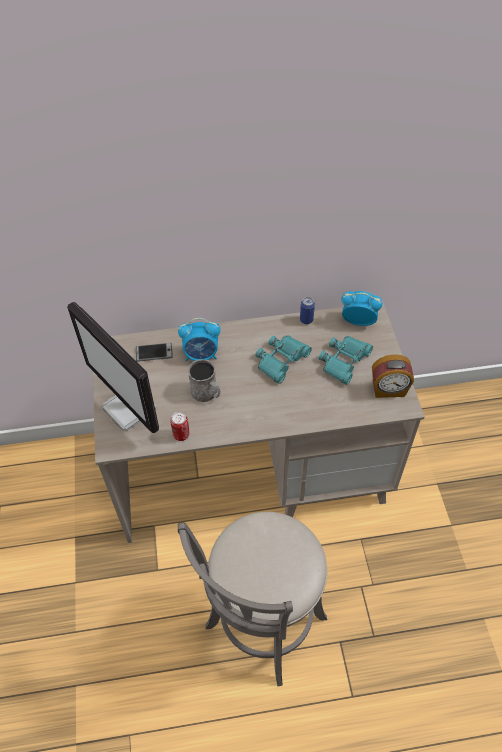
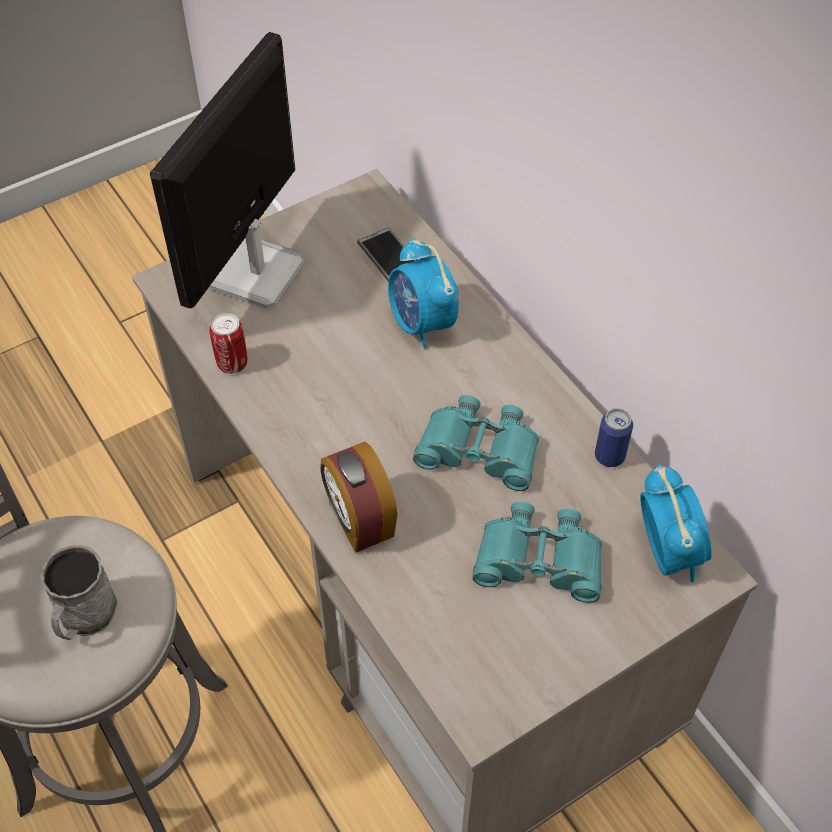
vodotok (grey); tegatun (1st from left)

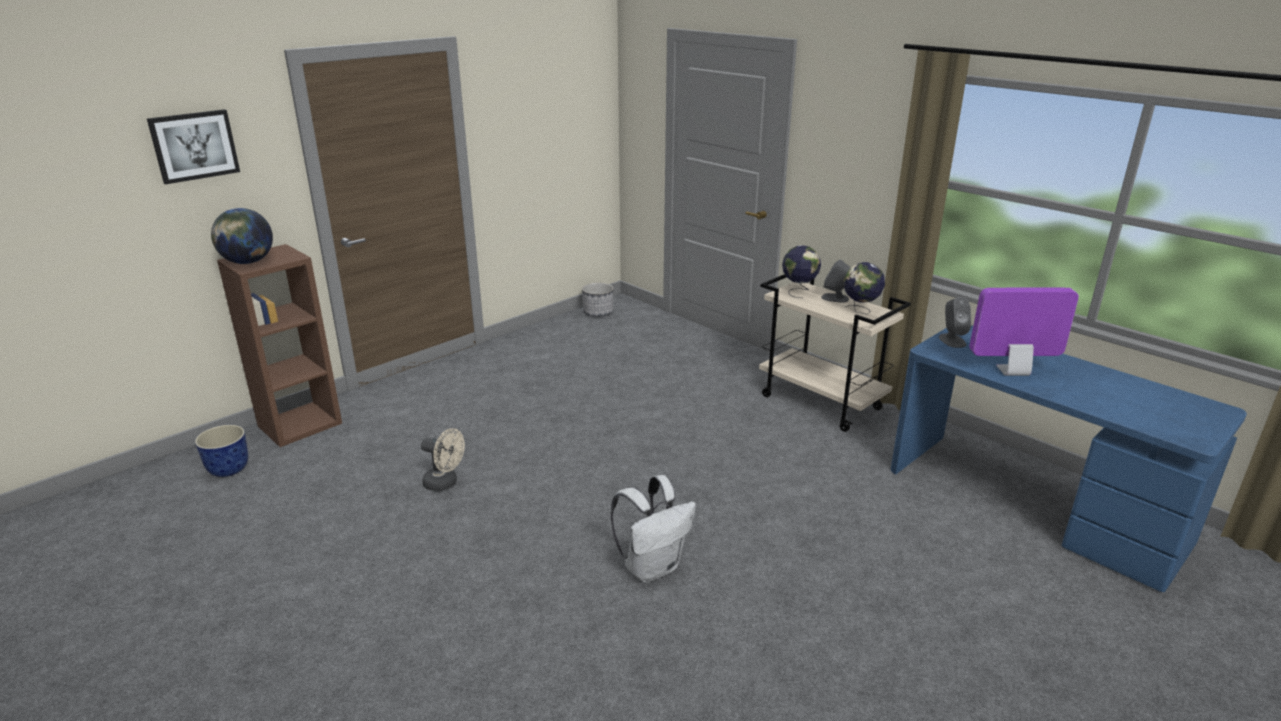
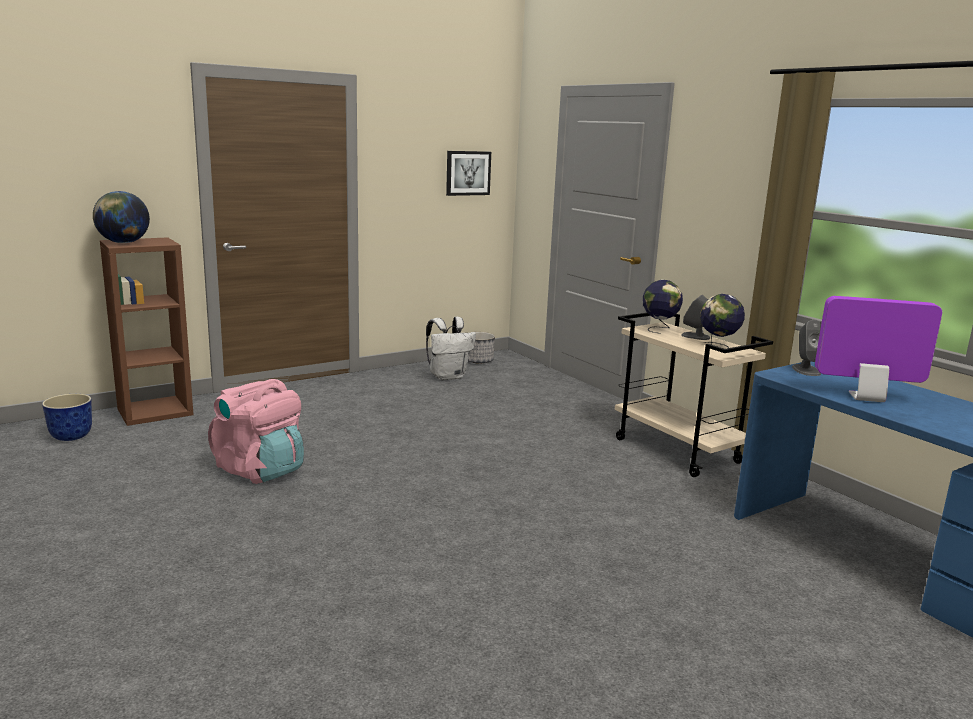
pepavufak; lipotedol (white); lipotedol (pink)

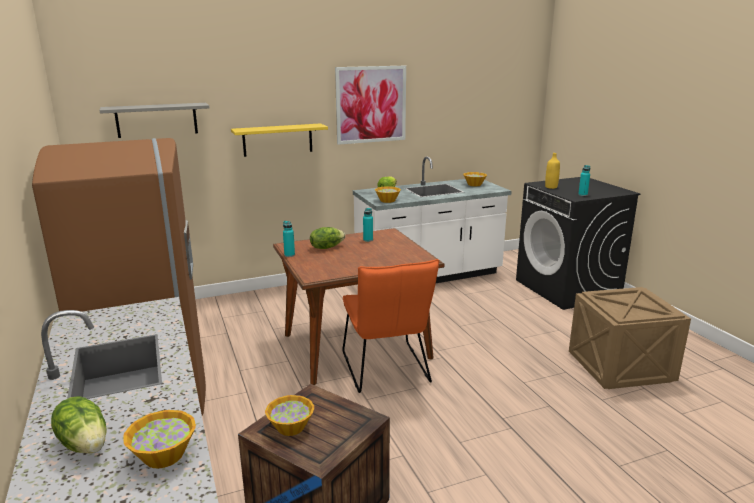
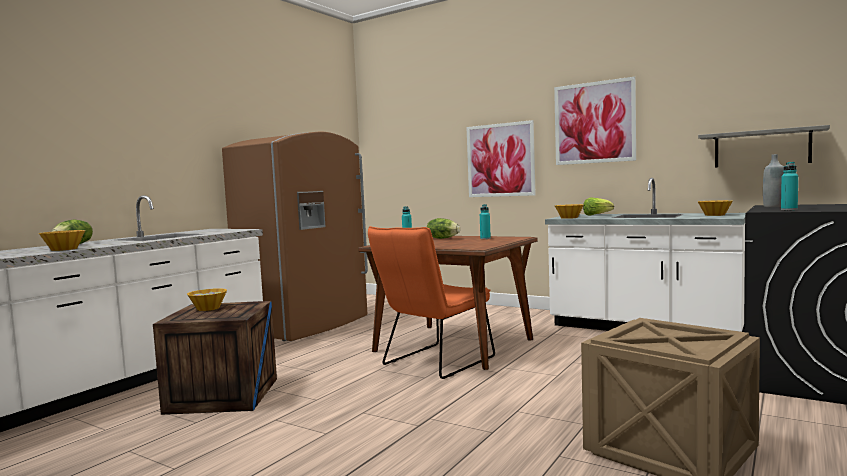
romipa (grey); pepavufak (1st from left); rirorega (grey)

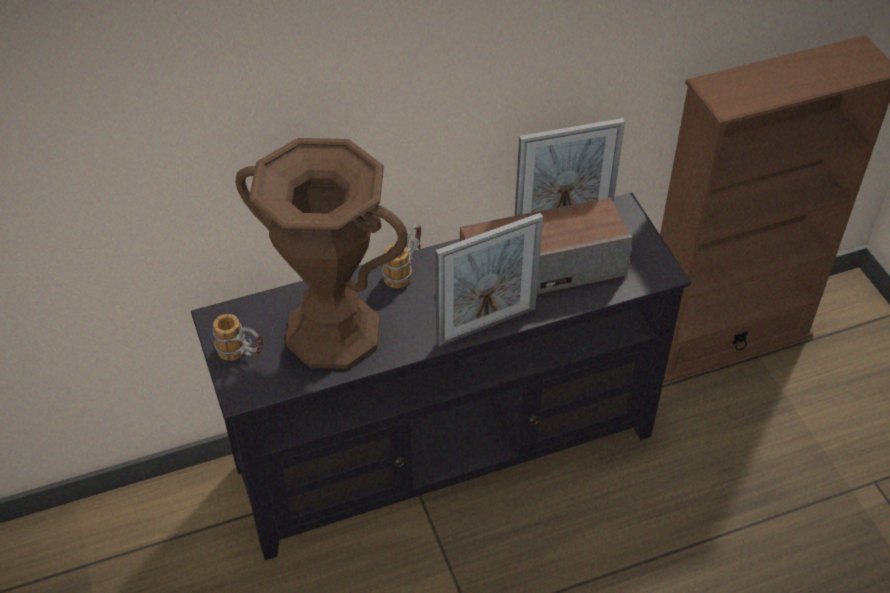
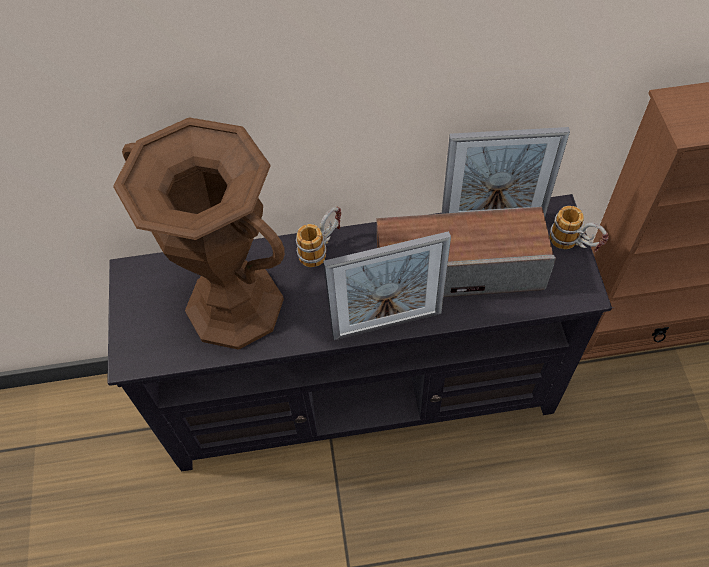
vodotok (2nd from left)

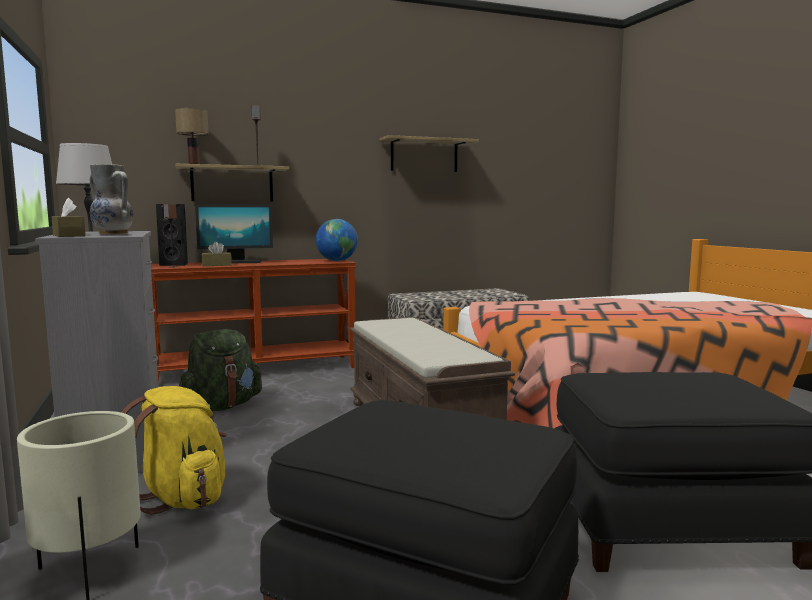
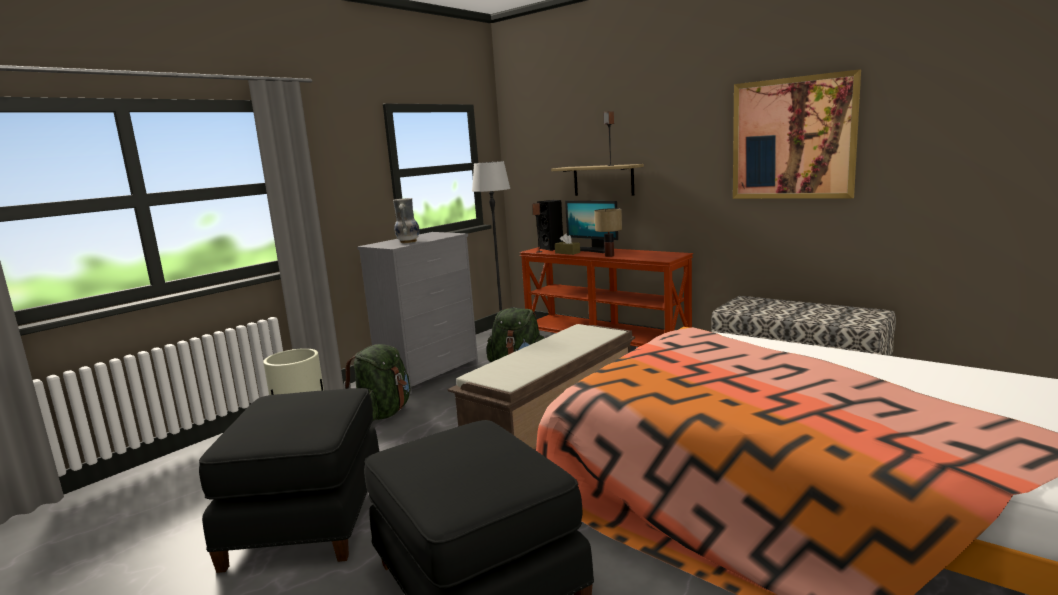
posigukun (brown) (1st from left in the first image); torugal; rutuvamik; pepavufak; lipotedol (green) (1st from left)

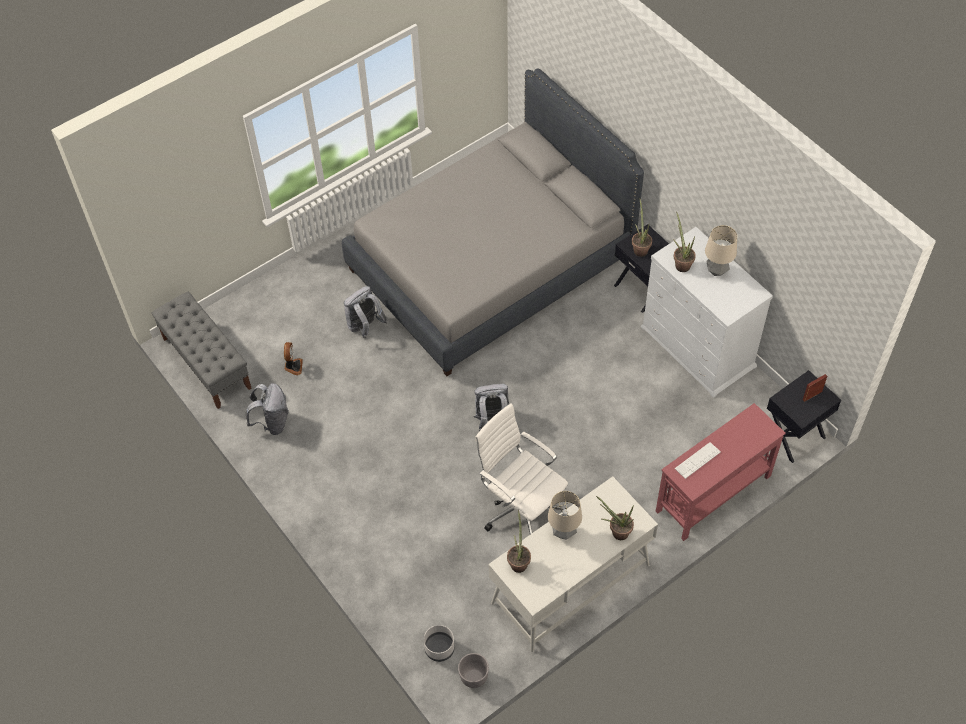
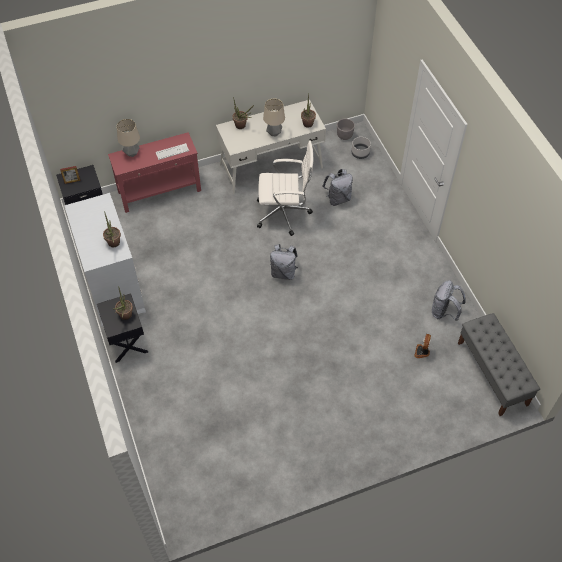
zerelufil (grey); lipotedol (grey) (2nd from left); rutuvamik (1st from left); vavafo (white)

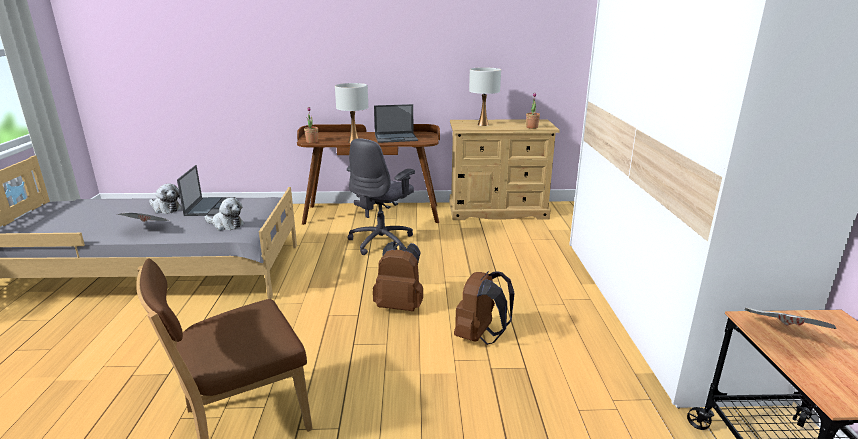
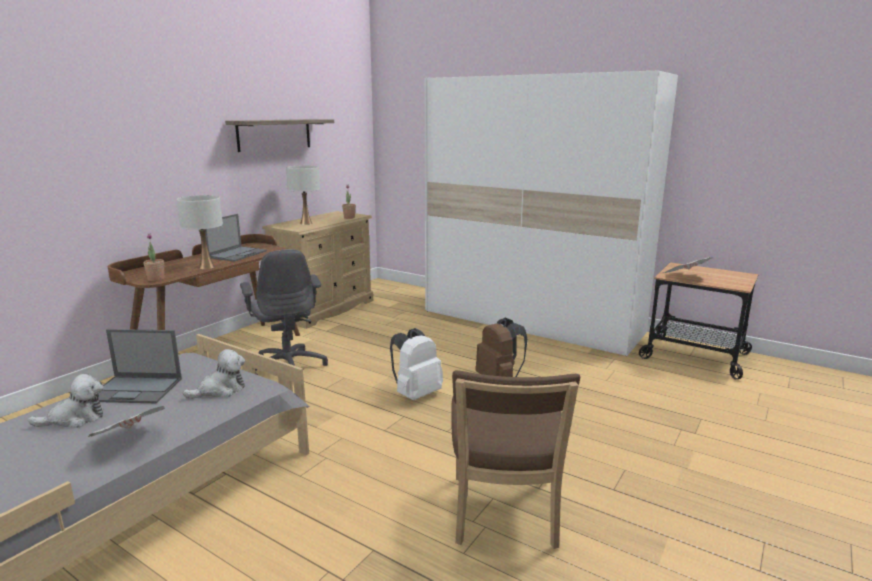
romipa; lipotedol (white); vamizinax (1st from left)

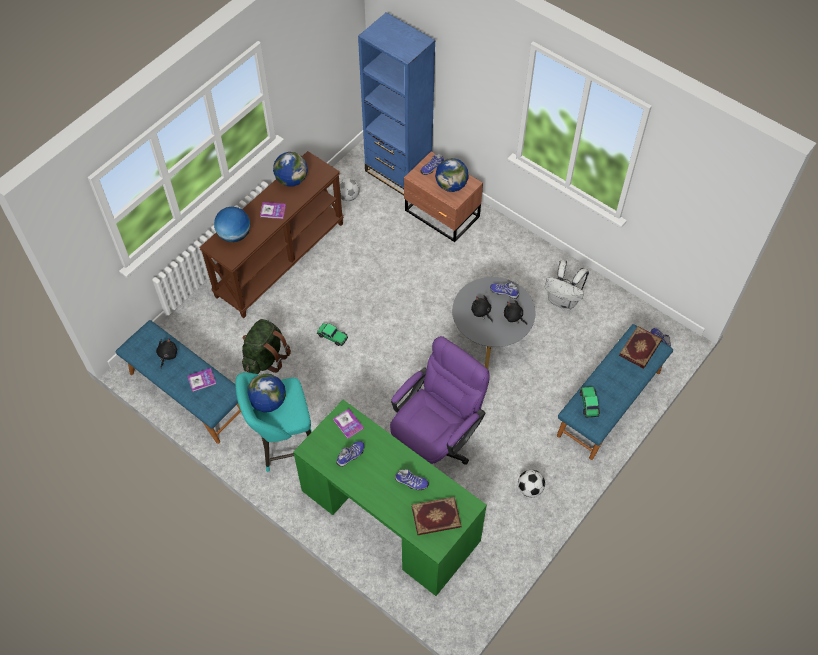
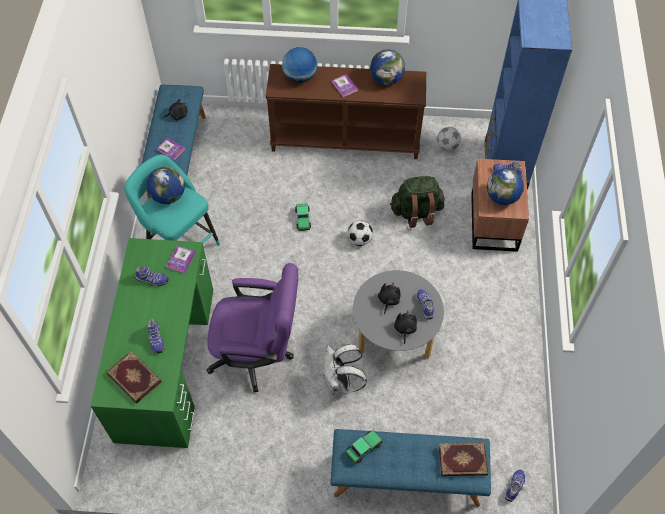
lipotedol (green); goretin (1st from left); lipotedol (white)

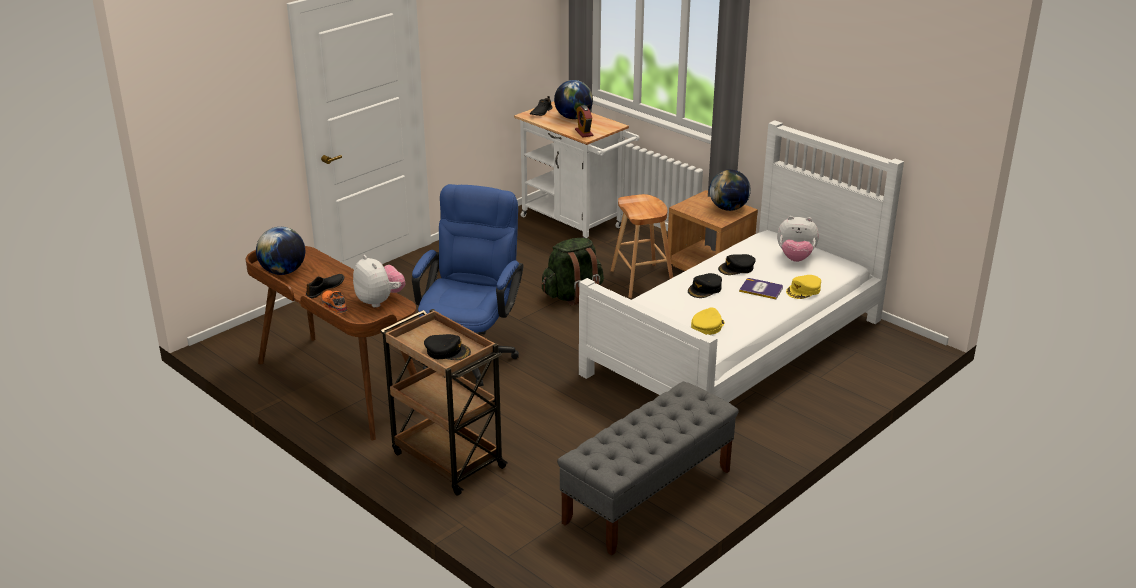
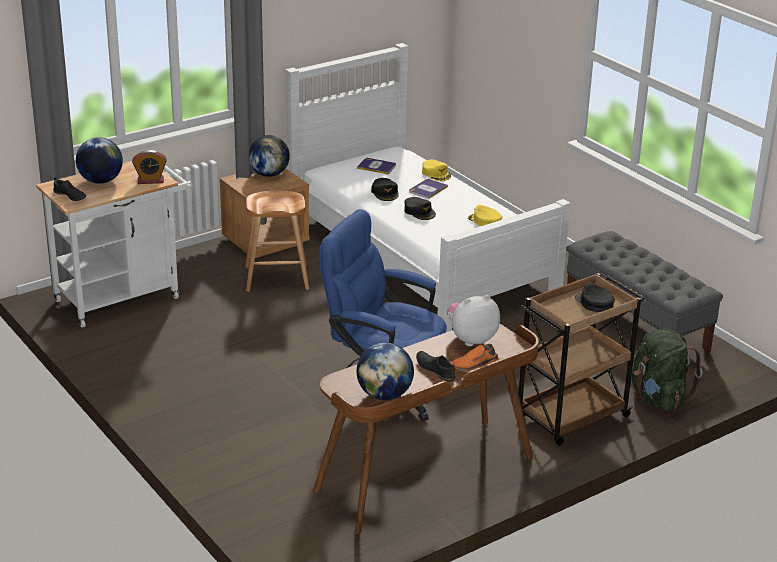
lipotedol (green); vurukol (1st from left); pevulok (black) (3rd from left)

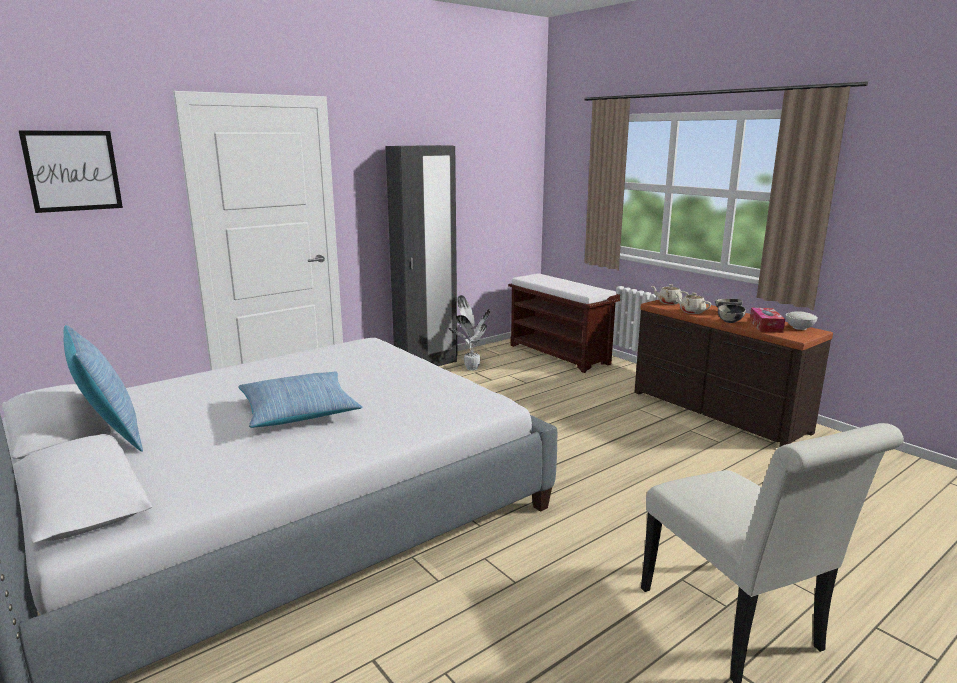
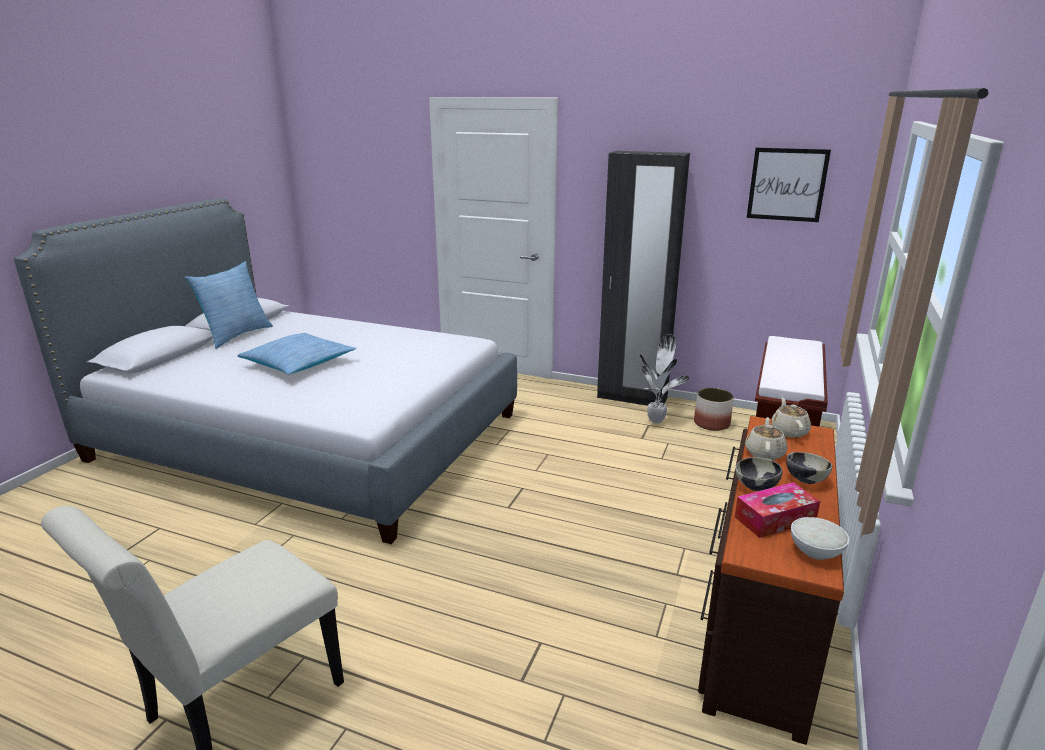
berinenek; pepavufak

